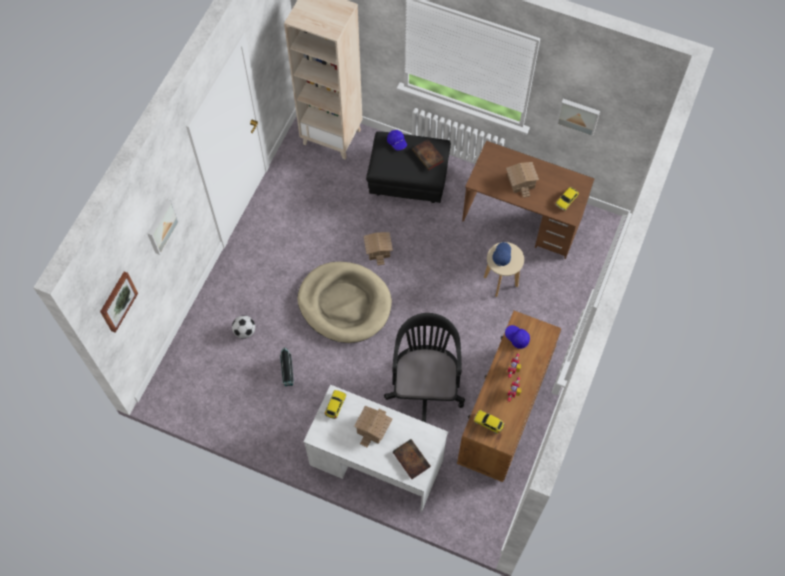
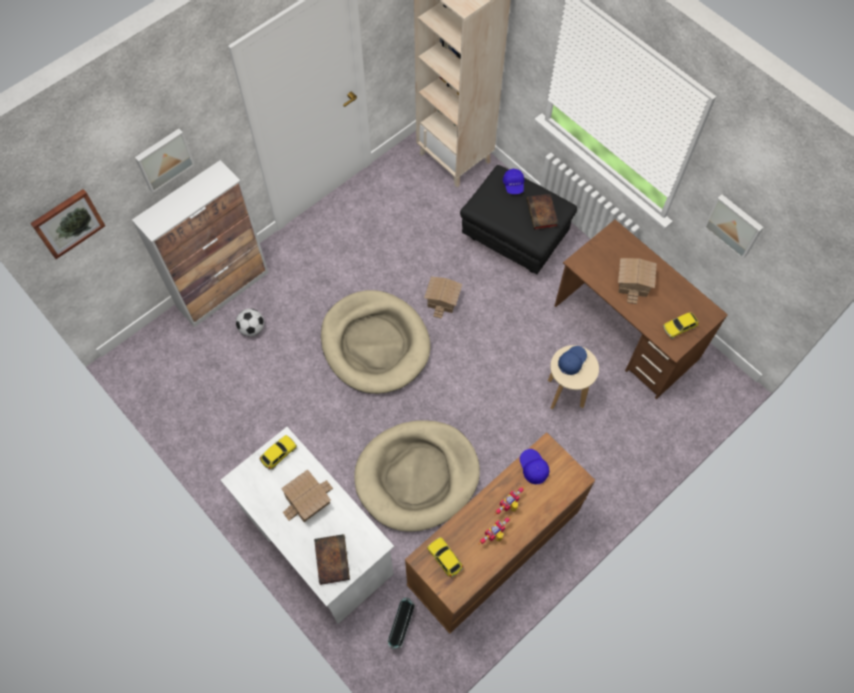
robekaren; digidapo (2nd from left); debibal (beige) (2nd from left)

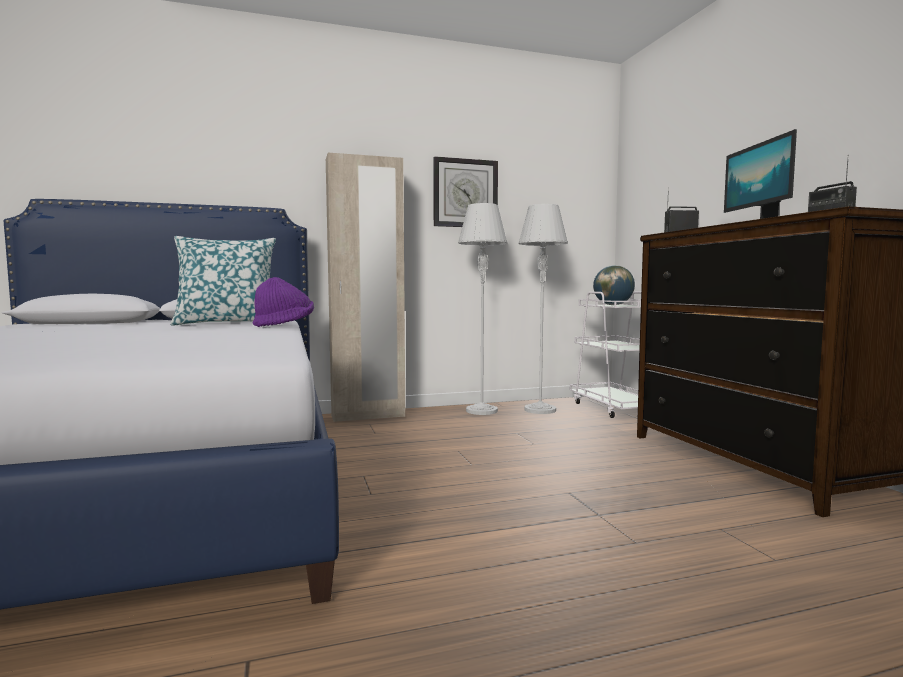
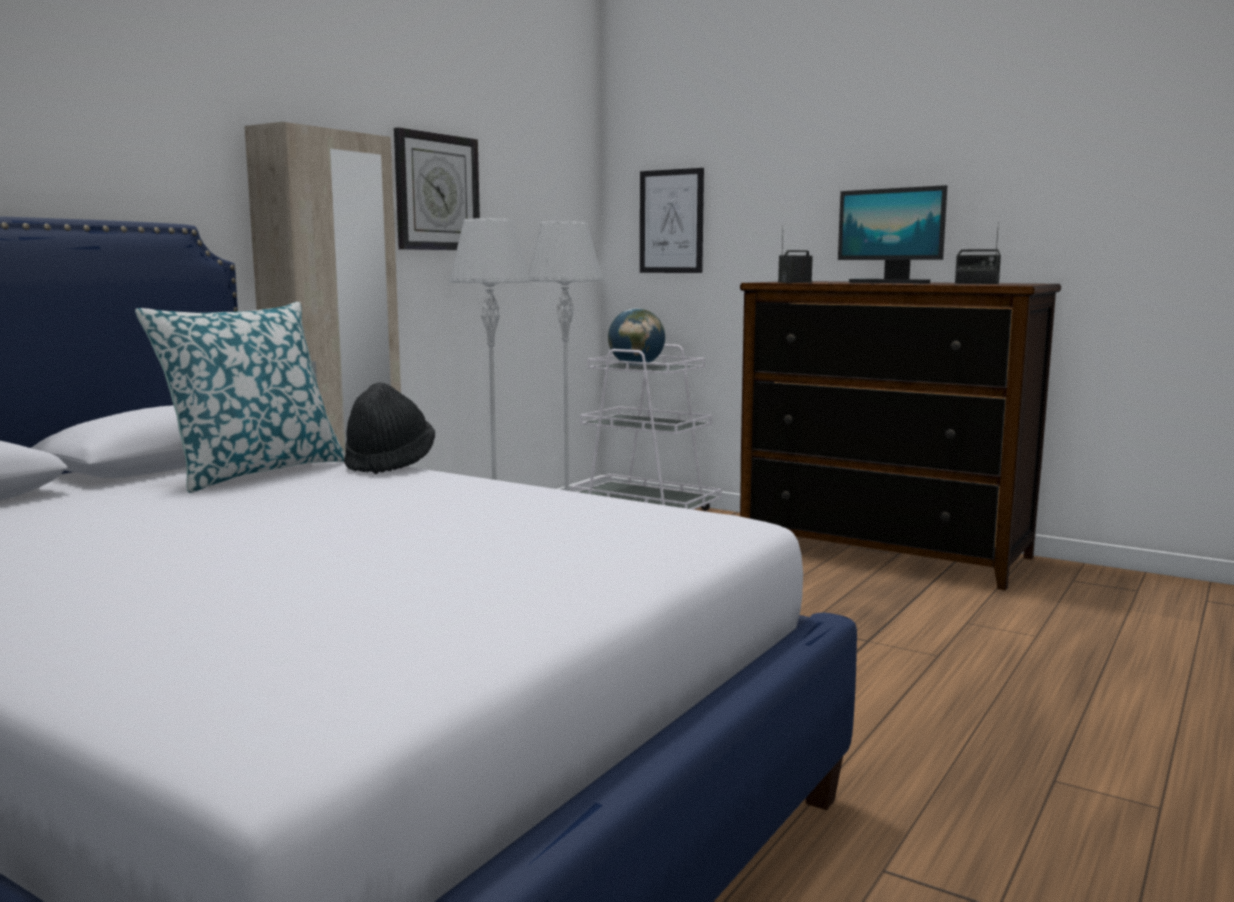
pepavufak; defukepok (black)

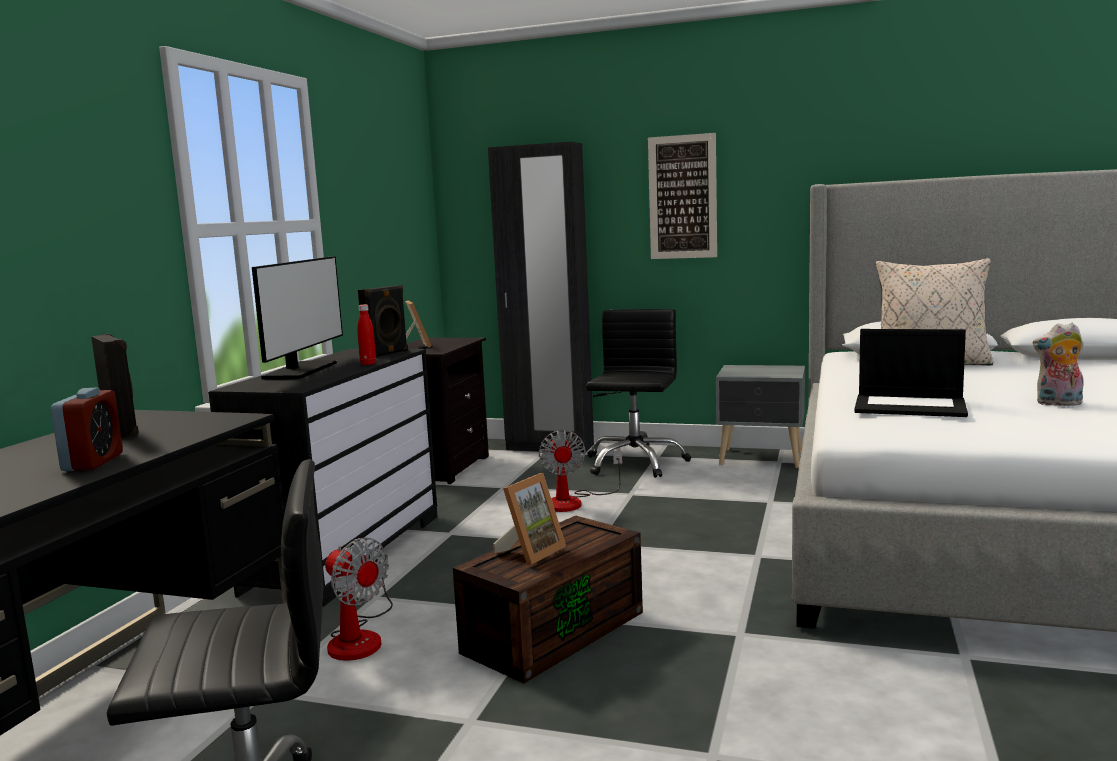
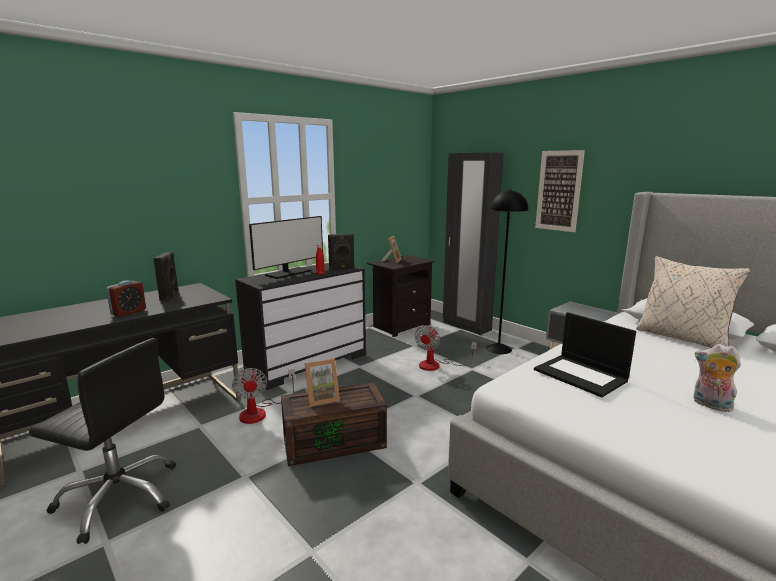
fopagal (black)

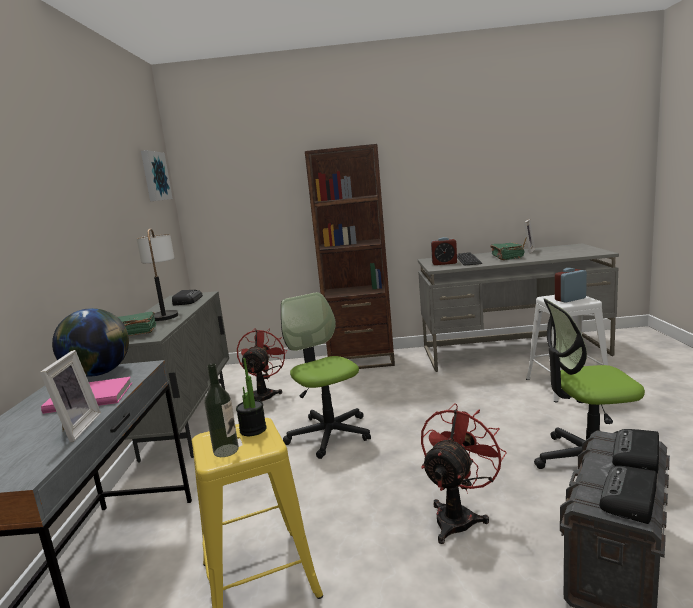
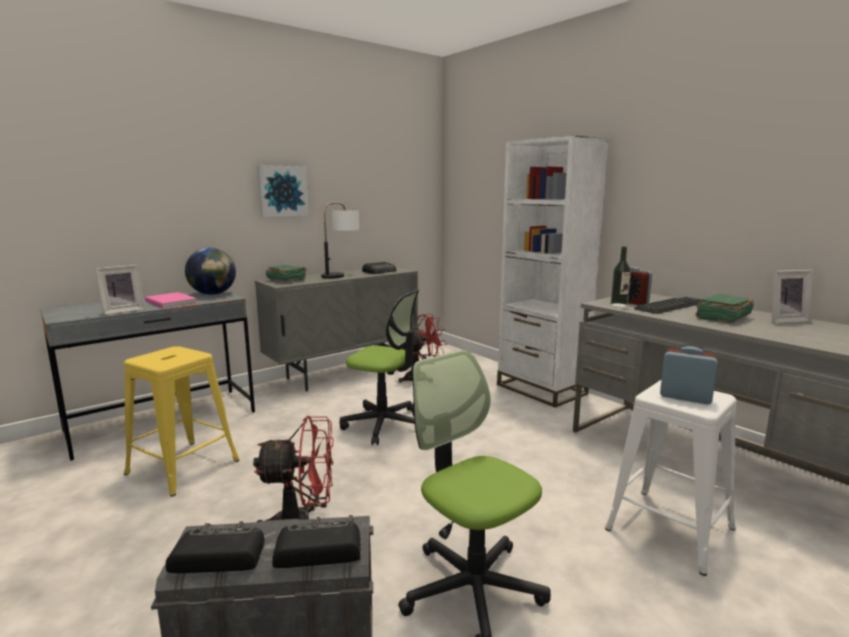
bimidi; pepavufak; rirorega; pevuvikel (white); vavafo (1st from left)

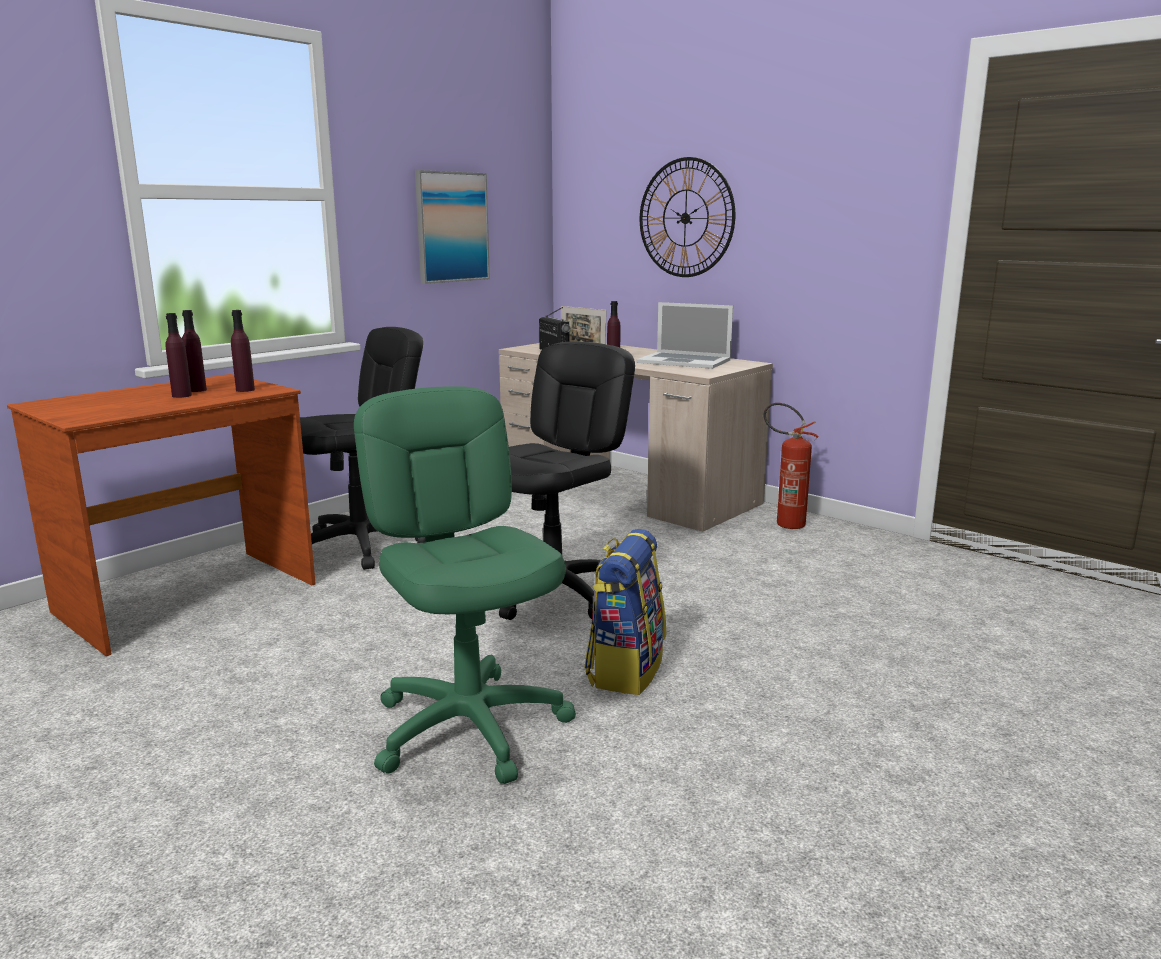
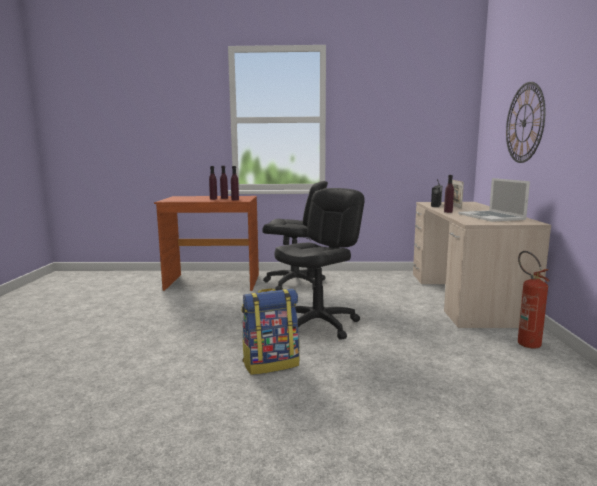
vavafo (green); pepavufak; vavafo (black) (2nd from left)

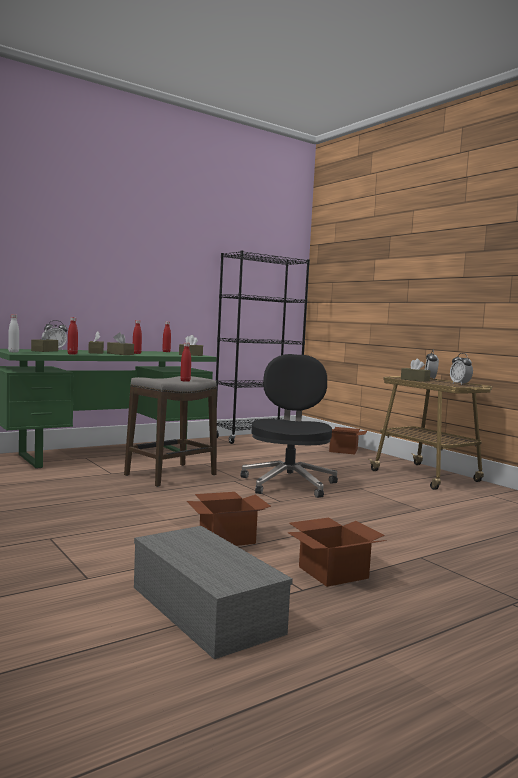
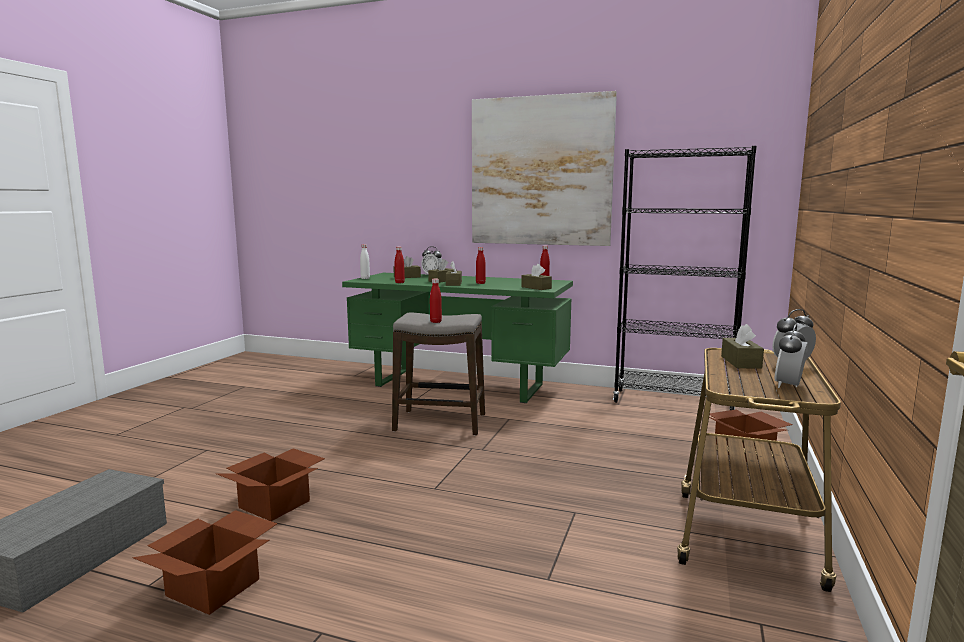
vavafo (black); pepavufak

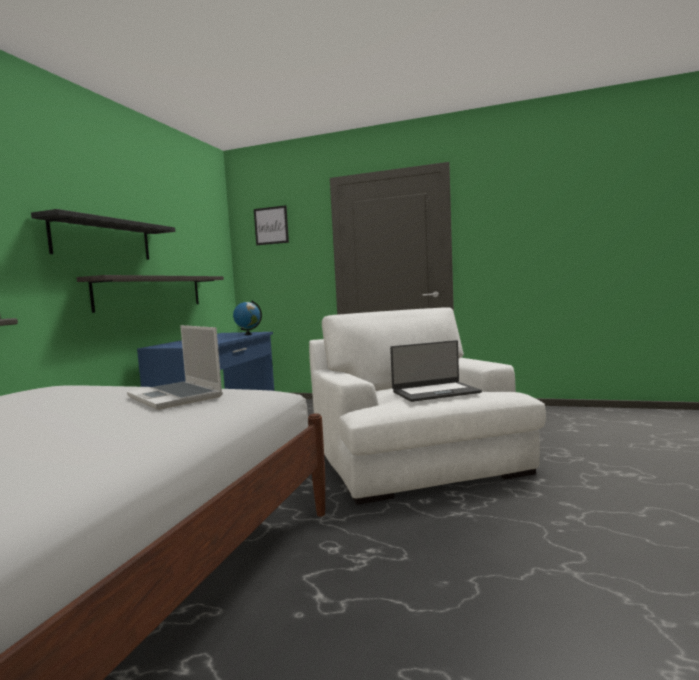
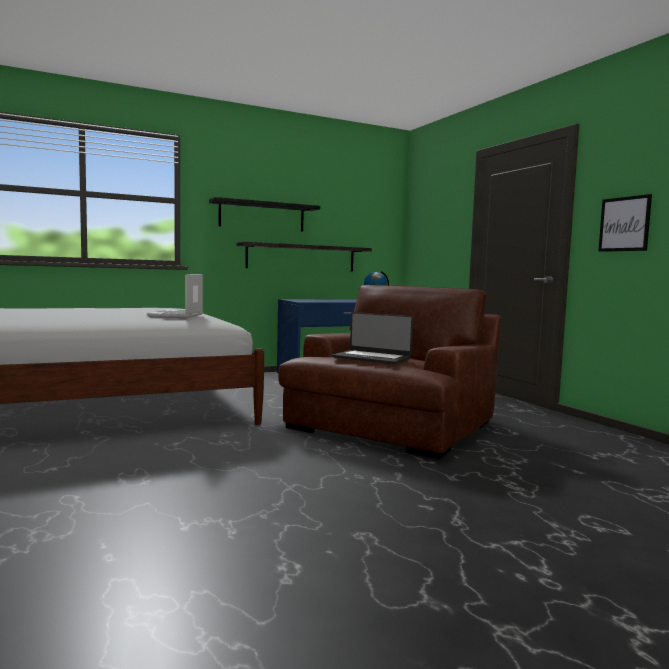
pepavufak; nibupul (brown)

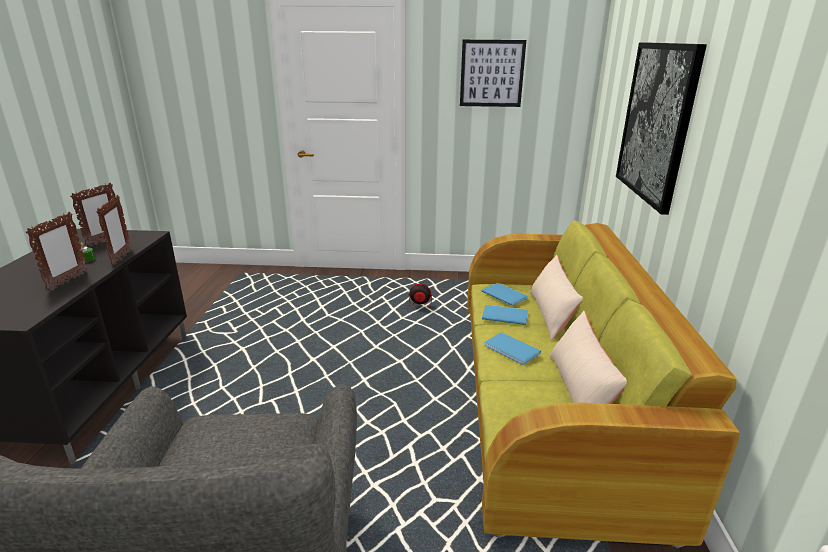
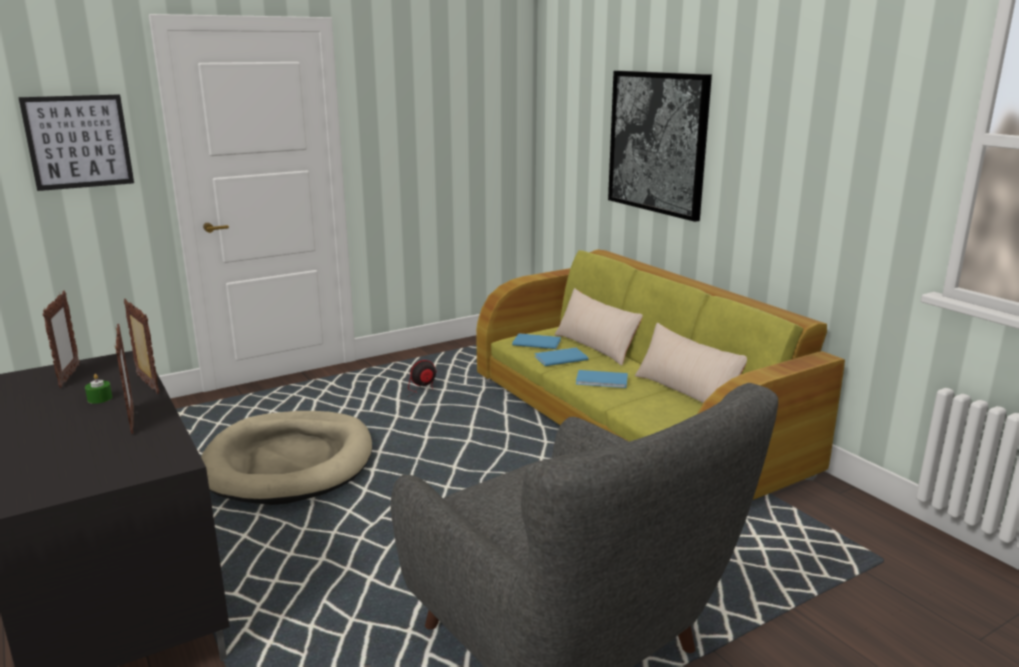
debibal (beige); pepavufak (1st from left)

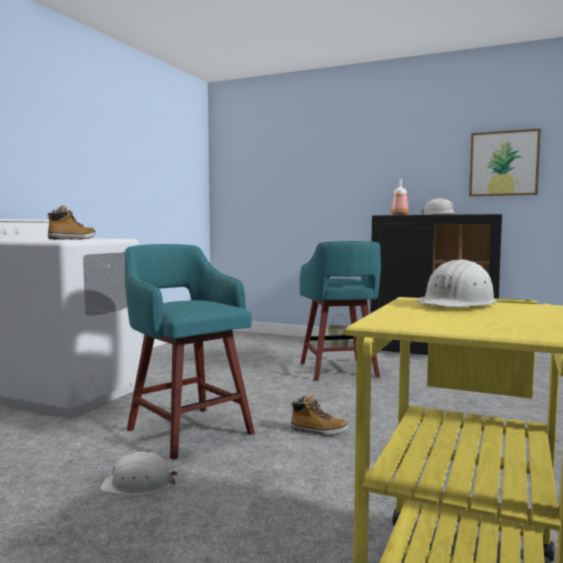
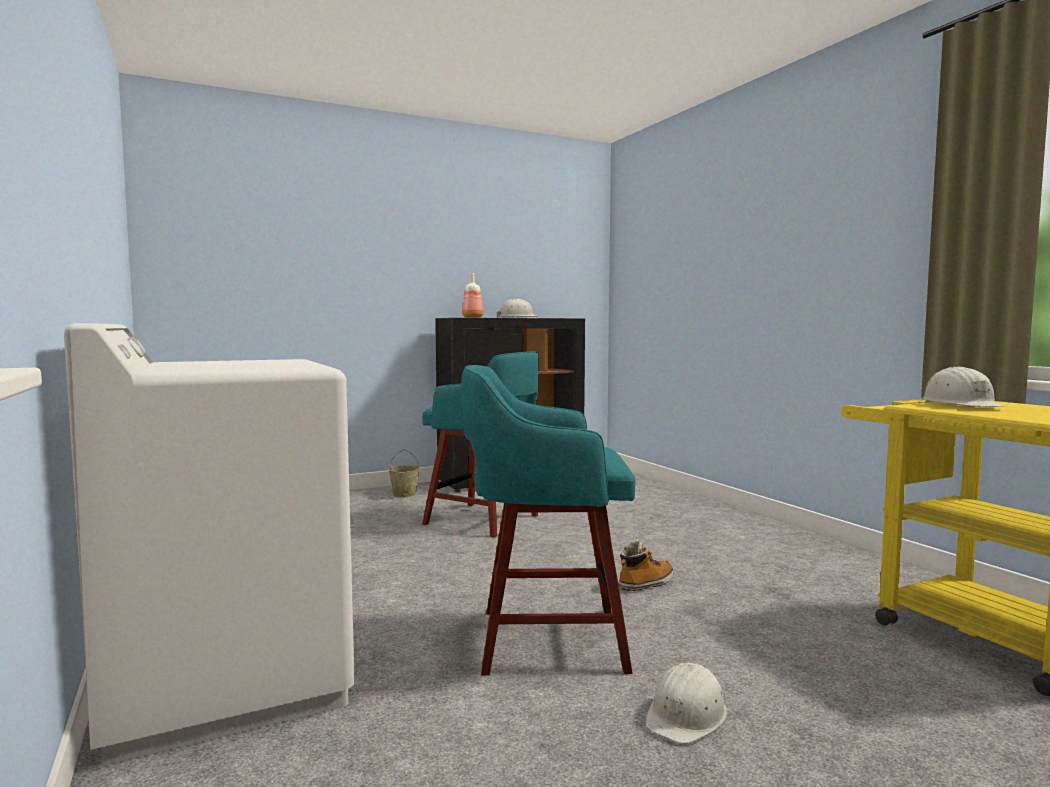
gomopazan (1st from left in the first image); pepavufak

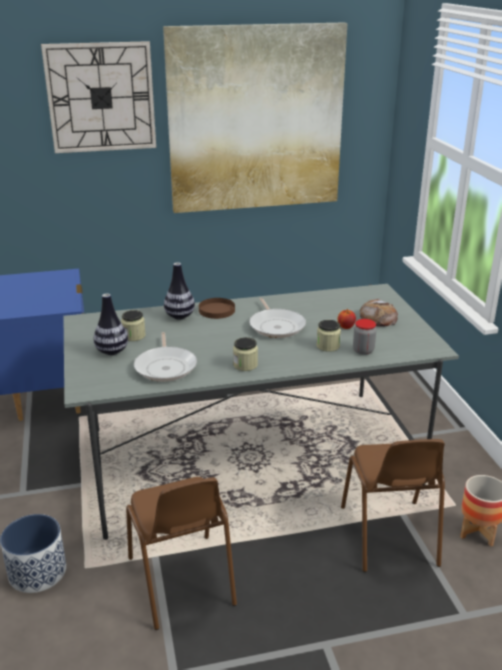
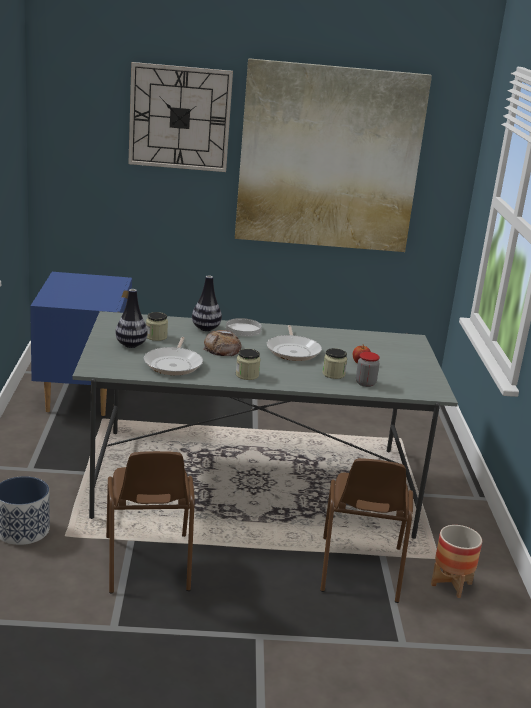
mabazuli; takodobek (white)

